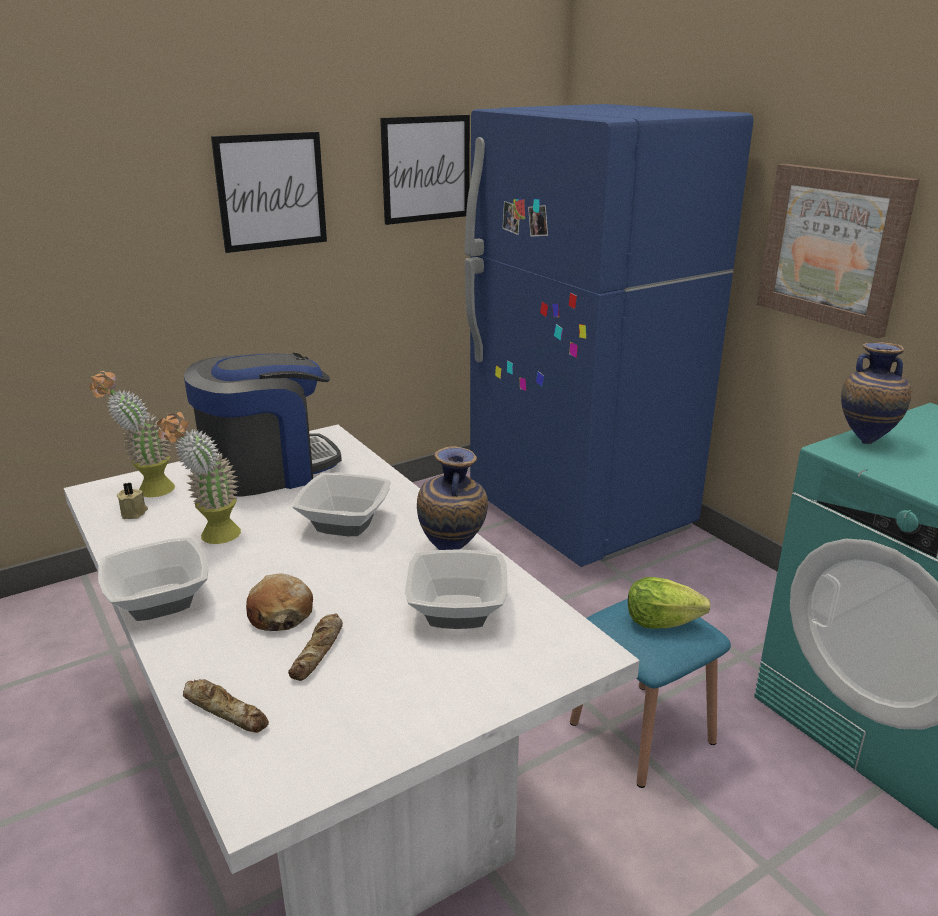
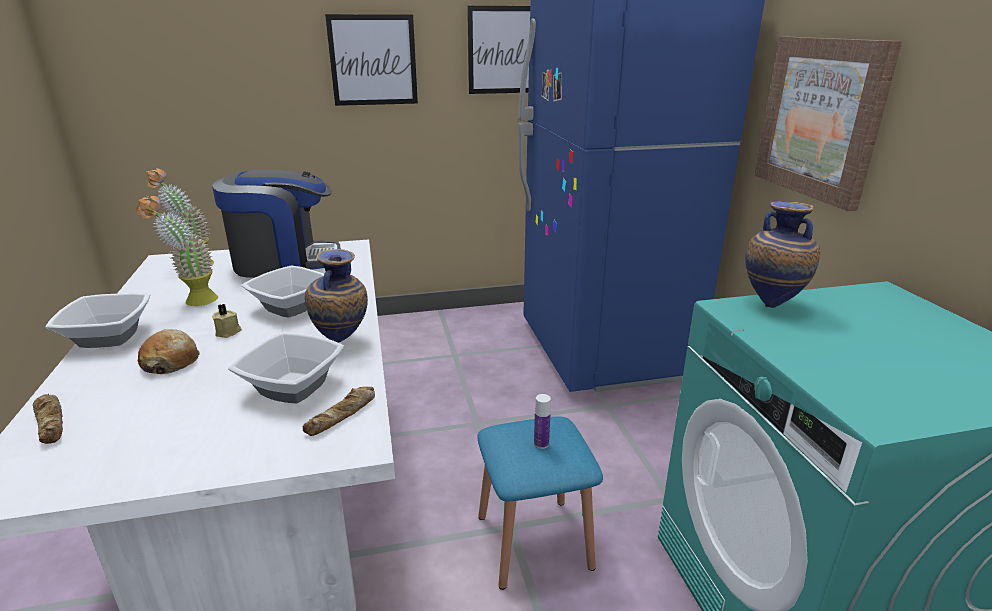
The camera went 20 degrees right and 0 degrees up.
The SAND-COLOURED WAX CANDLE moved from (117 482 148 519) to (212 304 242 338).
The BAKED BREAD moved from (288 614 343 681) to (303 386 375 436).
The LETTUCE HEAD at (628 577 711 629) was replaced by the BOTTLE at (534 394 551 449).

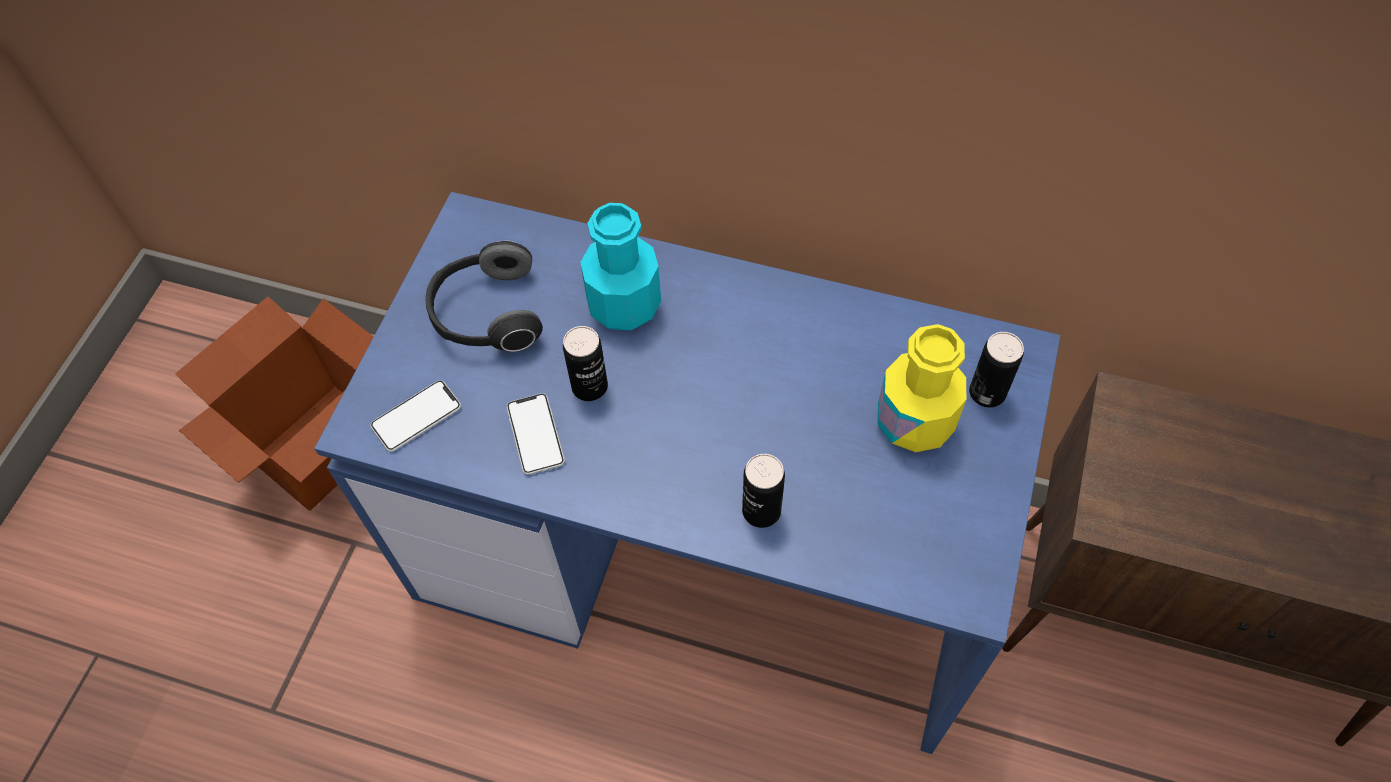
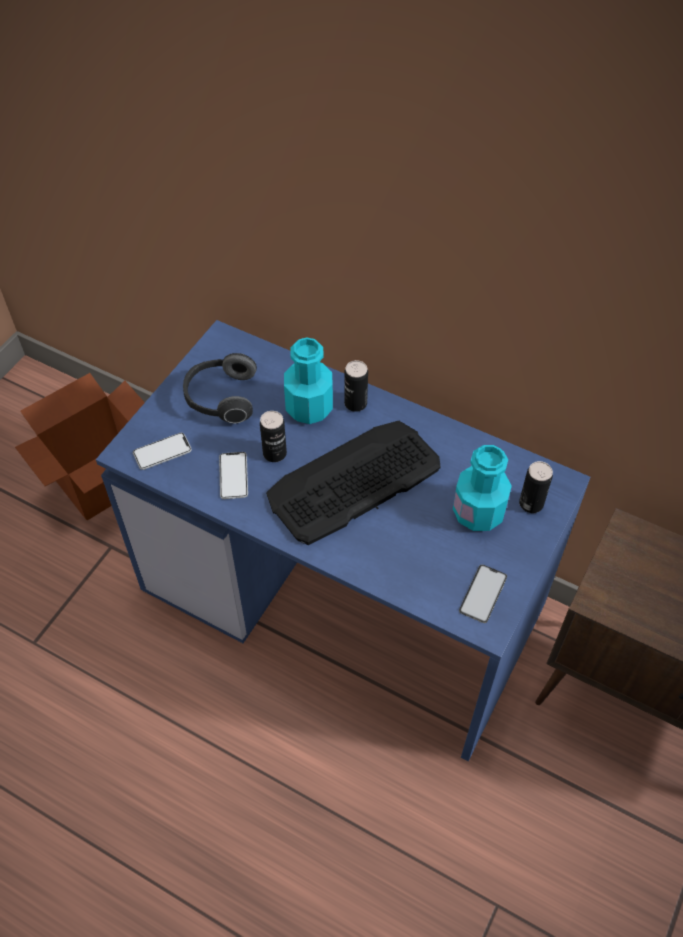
The camera went 10 degrees right and 5 degrees down.
The PC KEYBOARD at (266 421 441 545) appeared.
The TELEPHONE at (459 565 507 623) appeared.
The SEALED CAN moved from (742 454 785 528) to (344 360 368 412).
The YELLOW BOTTLE at (877 324 966 452) became the BLUE-GREEN BOTTLE at (453 445 512 531).

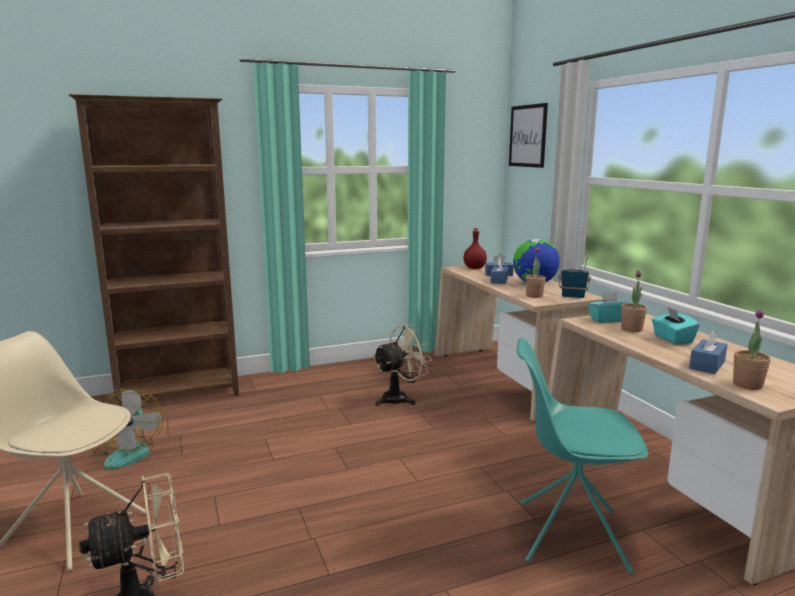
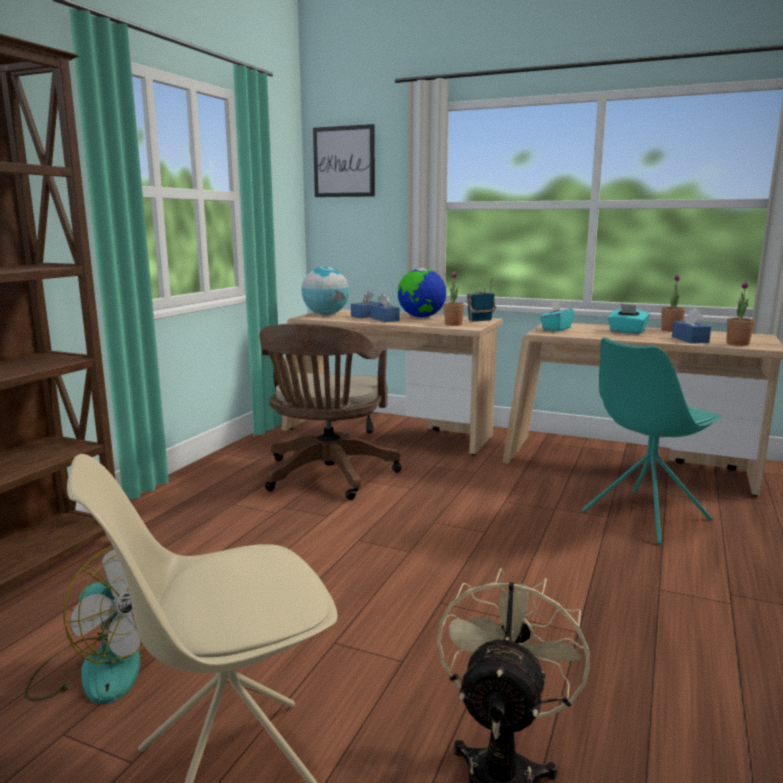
The camera went 45 degrees left and 0 degrees up.
The HOUSEPLANT moved from (621 270 647 332) to (661 275 685 332).
The SAND-COLOURED ELECTRIC FAN at (373 324 432 406) was replaced by the BROWN DESK CHAIR at (259 323 402 500).
The REDDISH BOTTLE at (463 228 487 269) was replaced by the DESK GLOBE at (302 267 349 315).

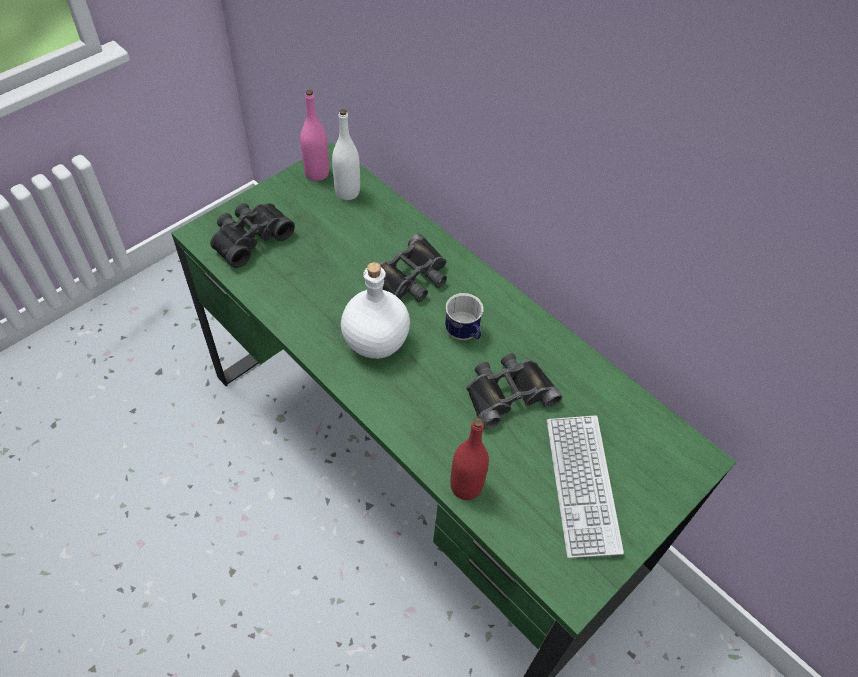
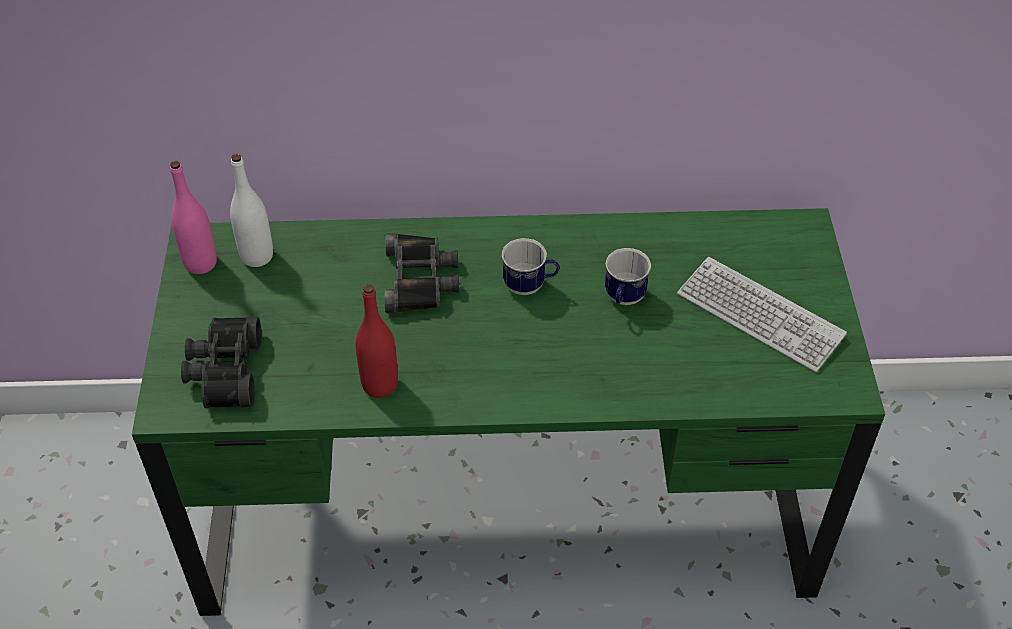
The camera went 45 degrees left and 5 degrees down.
The WHITISH BOTTLE at (341 262 410 359) disappeared.
The REDDISH BOTTLE moved from (450 418 489 500) to (356 284 398 398).
The BLACK-COLOURED FIELD GLASSES at (466 353 562 429) was replaced by the MUG at (605 248 651 305).

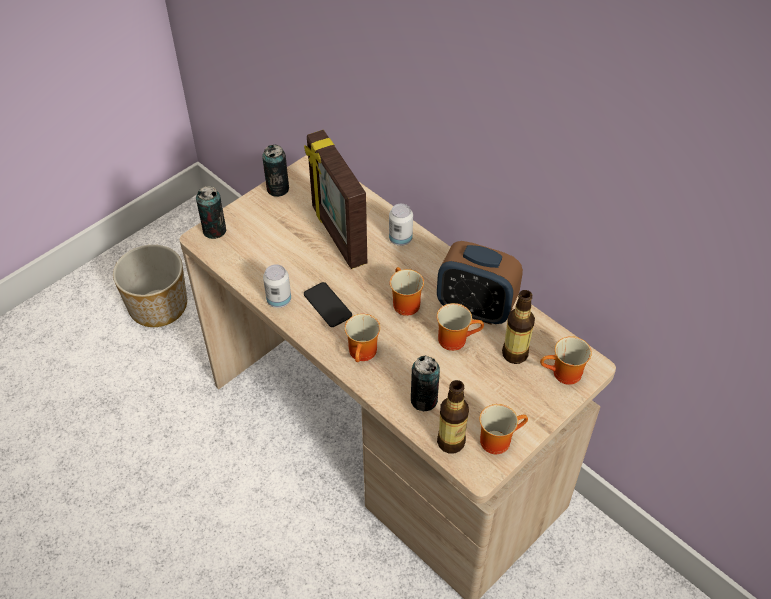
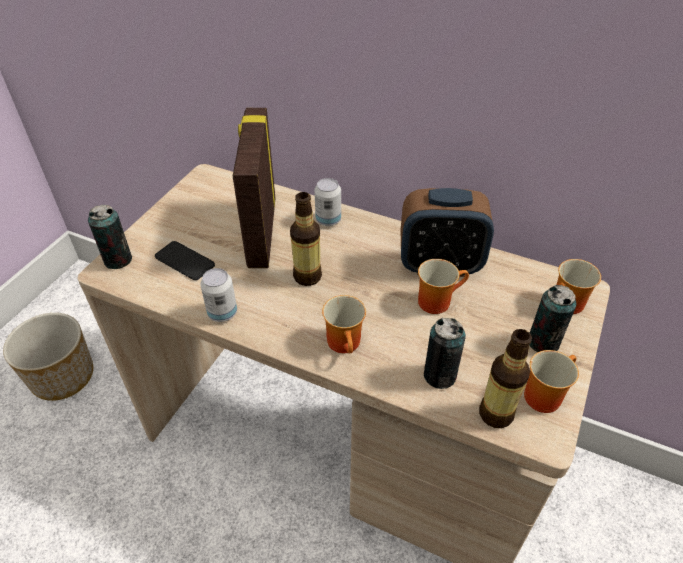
The camera went 20 degrees left and 5 degrees down.
The MUG at (390 267 424 316) disappeared.
The SEALED CAN moved from (262 145 289 197) to (529 285 577 352).
The TELEPHONE moved from (304 282 352 327) to (155 241 215 280).
The BOTTLE moved from (502 290 535 364) to (290 192 322 286).
The PICTURE FRAME at (304 130 367 269) turned 45 degrees clockwise.

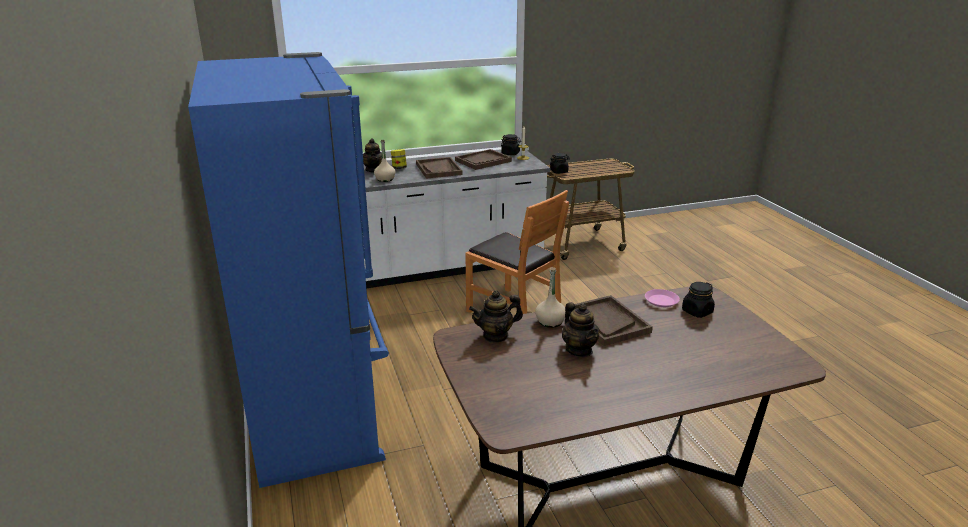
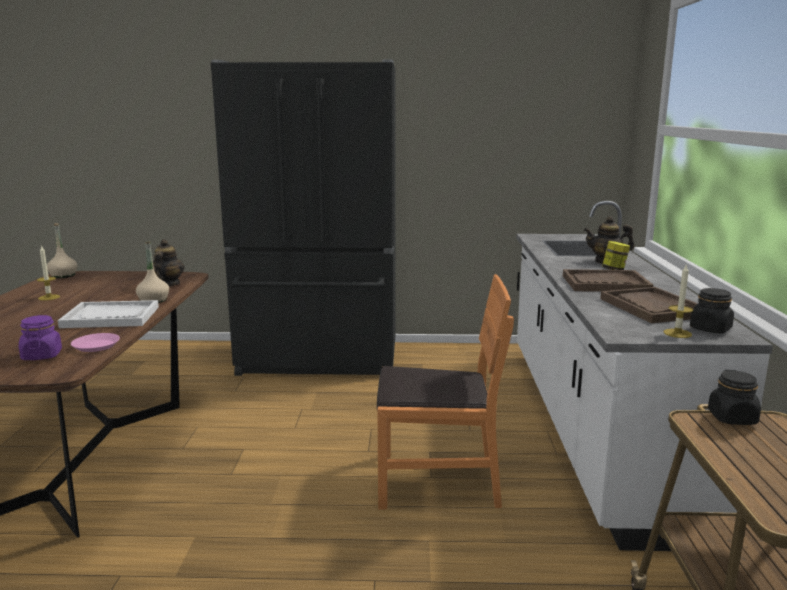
The camera went 110 degrees right and 10 degrees down.
The POT FOR TEA at (562 302 599 357) disappeared.
The WAX CANDLE at (37 245 60 301) appeared.
The SAND-COLOURED BOTTLE moved from (374 140 396 182) to (47 223 78 278).
The BLUE-COLOURED FRIDGE at (188 52 389 488) became the BLACK-COLOURED FRIDGE at (211 59 396 376).
The BROWN TRAY at (574 295 653 346) became the WHITISH TRAY at (58 300 159 328).
The BLACK-COLOURED PRESERVE JAR at (682 282 715 318) became the PURPLE PRESERVE JAR at (19 315 62 360).
The ORANGEY CHAIR at (465 190 569 314) turned 150 degrees counterclockwise.

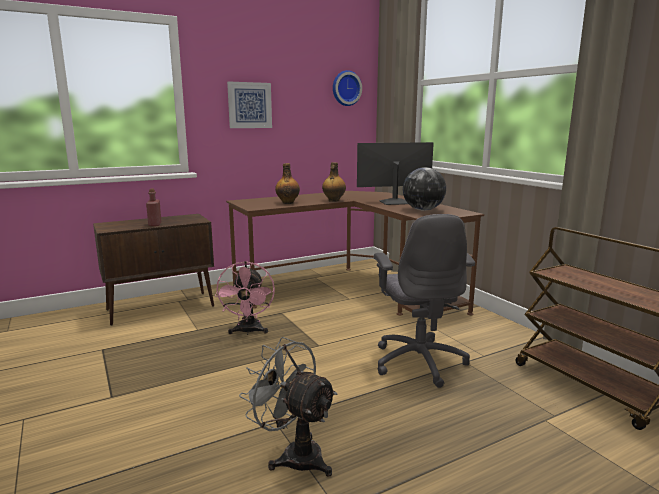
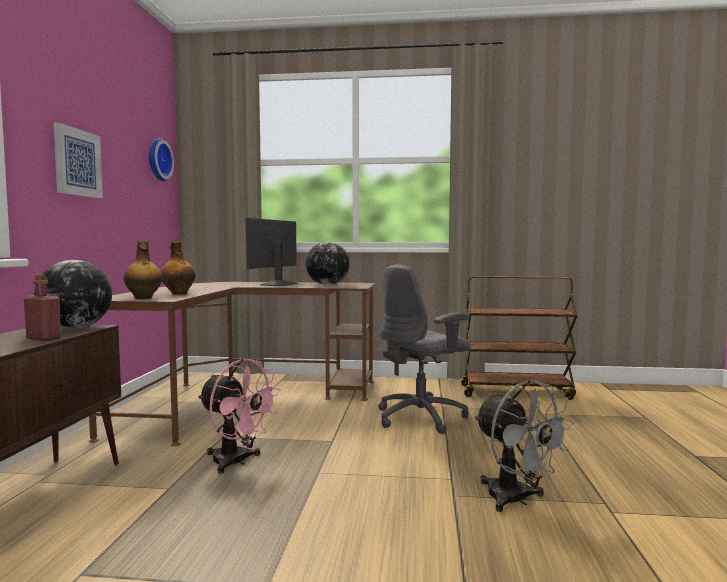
The camera went 55 degrees left and 10 degrees down.
The DESK GLOBE at (34 260 112 328) appeared.
The BOTTLE moved from (322 162 346 202) to (124 241 162 299).
The GREYISH ELECTRIC FAN at (239 337 338 477) turned 105 degrees counterclockwise.
The GREYISH DESK CHAIR at (374 214 475 388) turned 120 degrees clockwise.

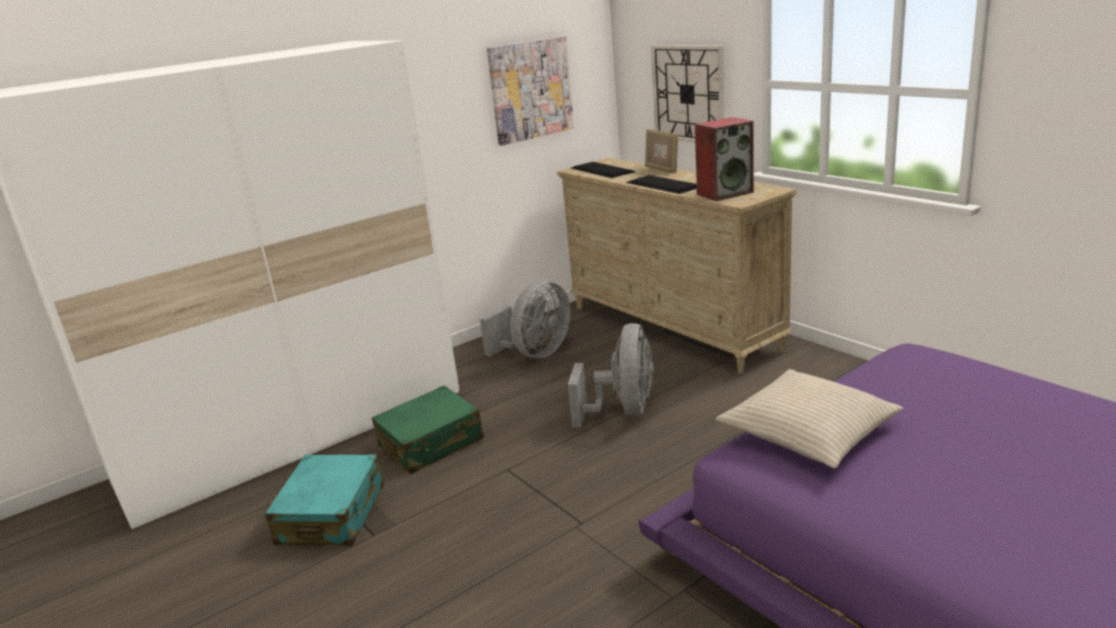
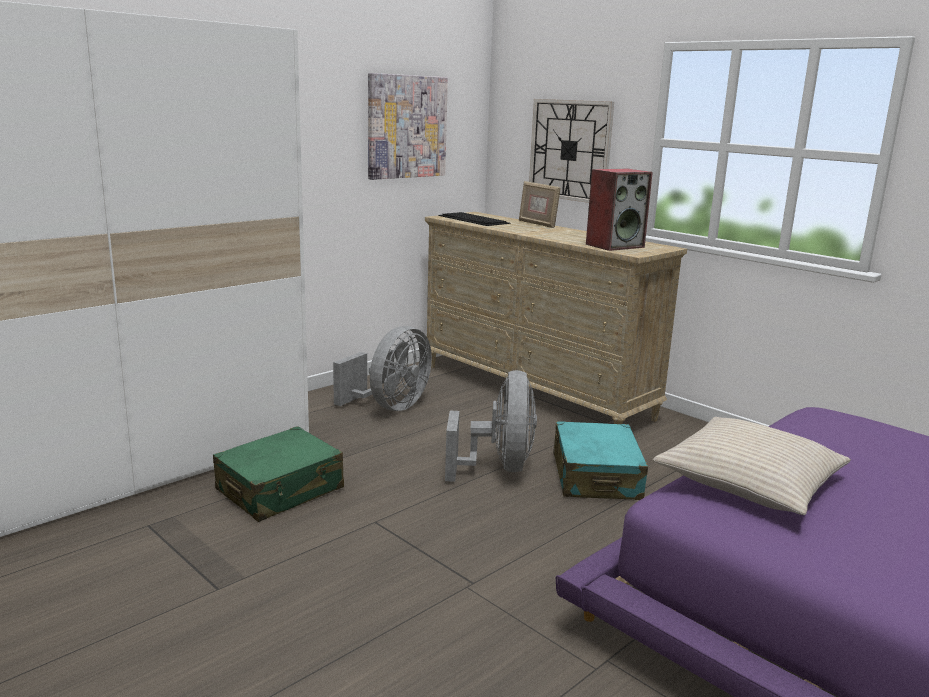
The camera went 10 degrees left and 5 degrees down.
The PC KEYBOARD at (626 175 697 194) disappeared.
The BLUE-GREEN PIECE OF LUGGAGE moved from (265 454 384 546) to (553 421 648 500).

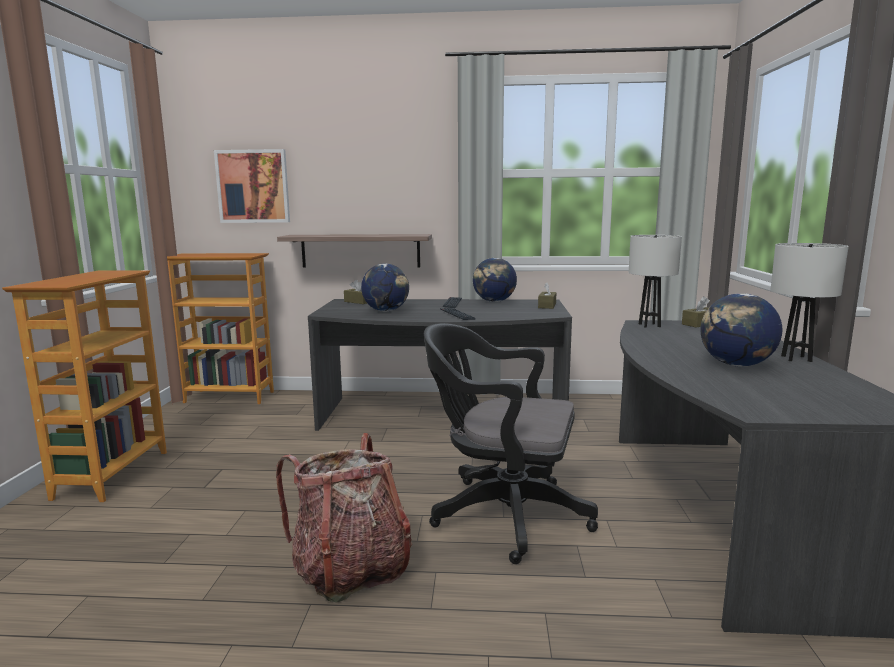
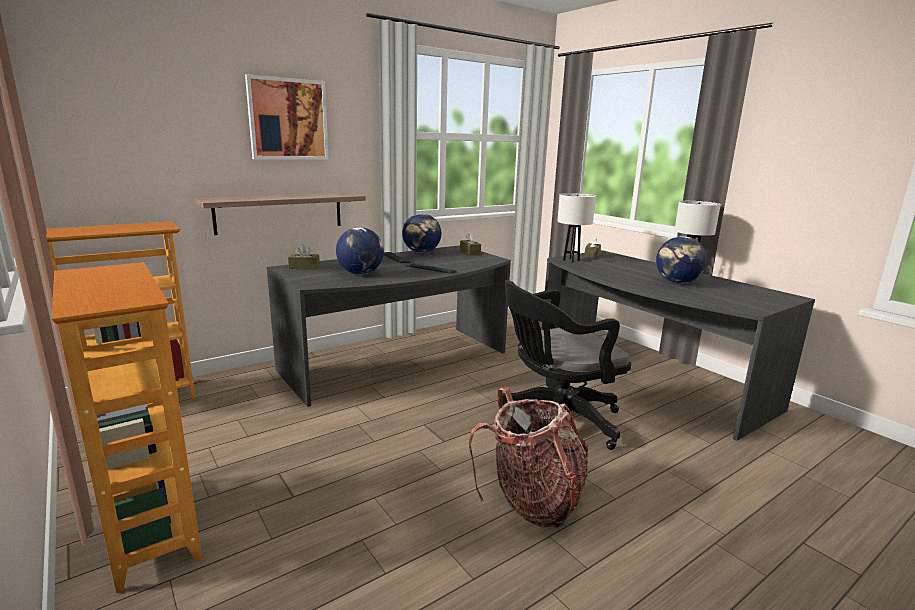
The camera went 40 degrees left and 5 degrees up.
The WALL ART moved from (214 149 290 223) to (245 74 328 159).

